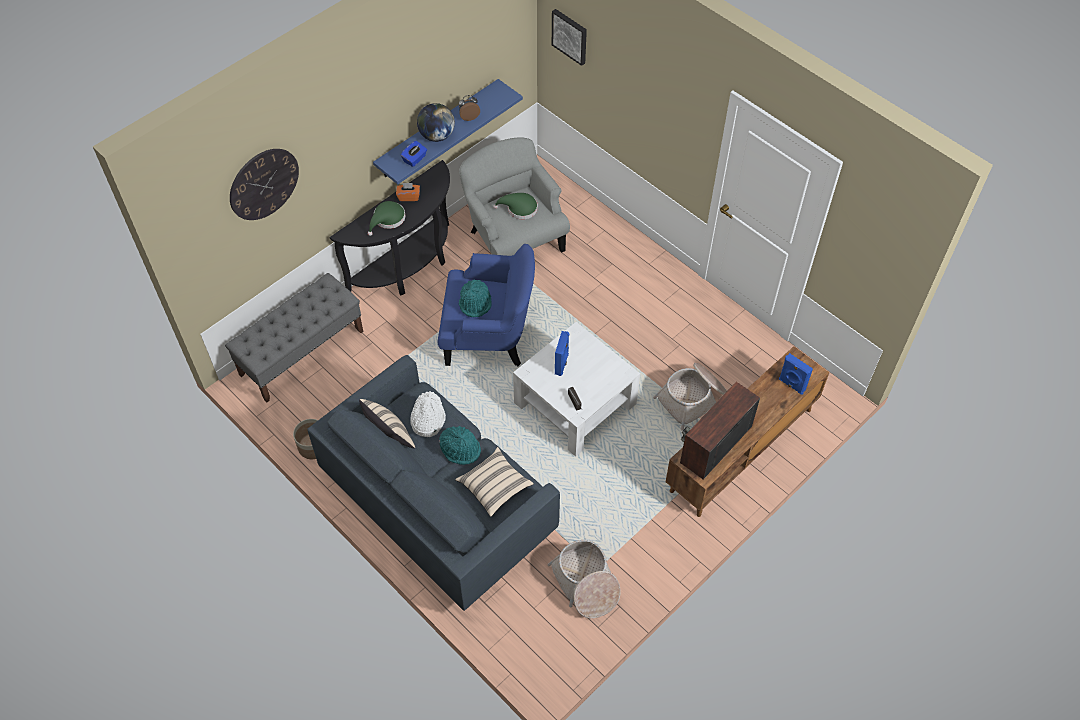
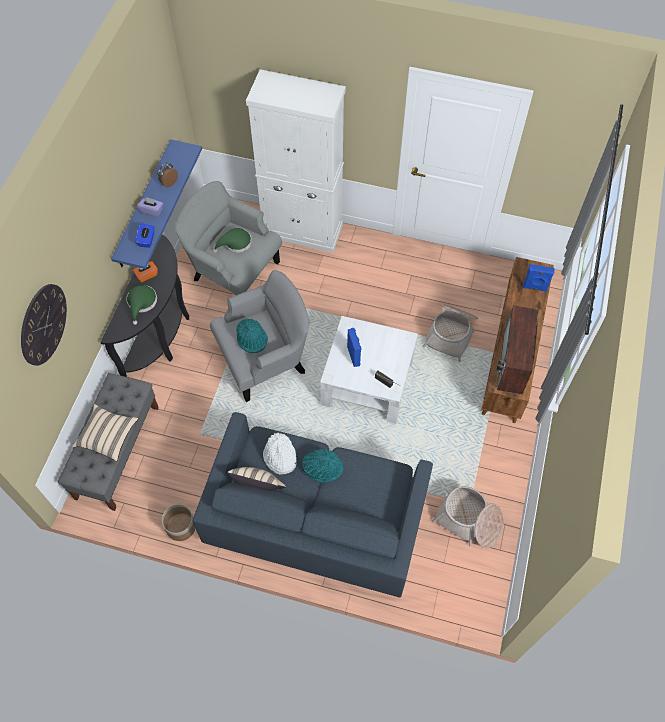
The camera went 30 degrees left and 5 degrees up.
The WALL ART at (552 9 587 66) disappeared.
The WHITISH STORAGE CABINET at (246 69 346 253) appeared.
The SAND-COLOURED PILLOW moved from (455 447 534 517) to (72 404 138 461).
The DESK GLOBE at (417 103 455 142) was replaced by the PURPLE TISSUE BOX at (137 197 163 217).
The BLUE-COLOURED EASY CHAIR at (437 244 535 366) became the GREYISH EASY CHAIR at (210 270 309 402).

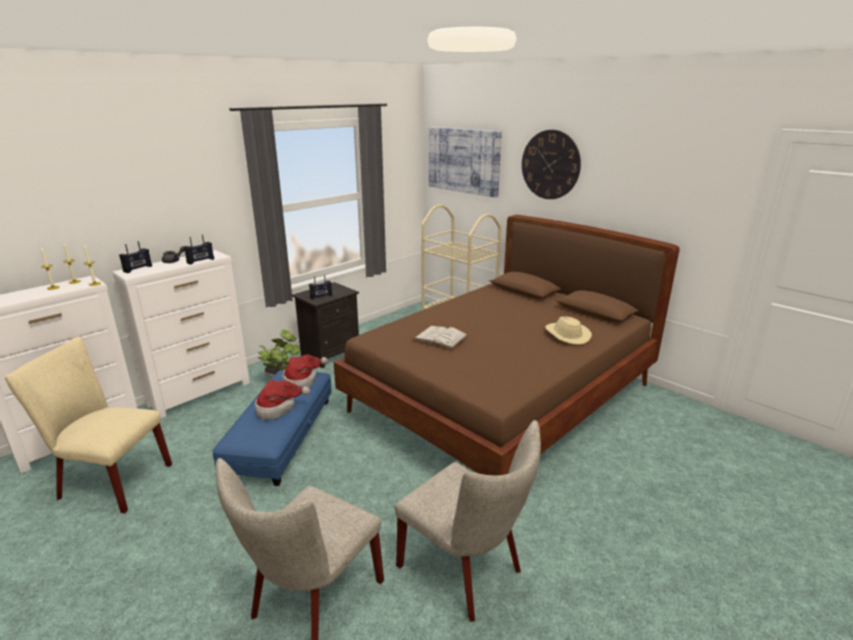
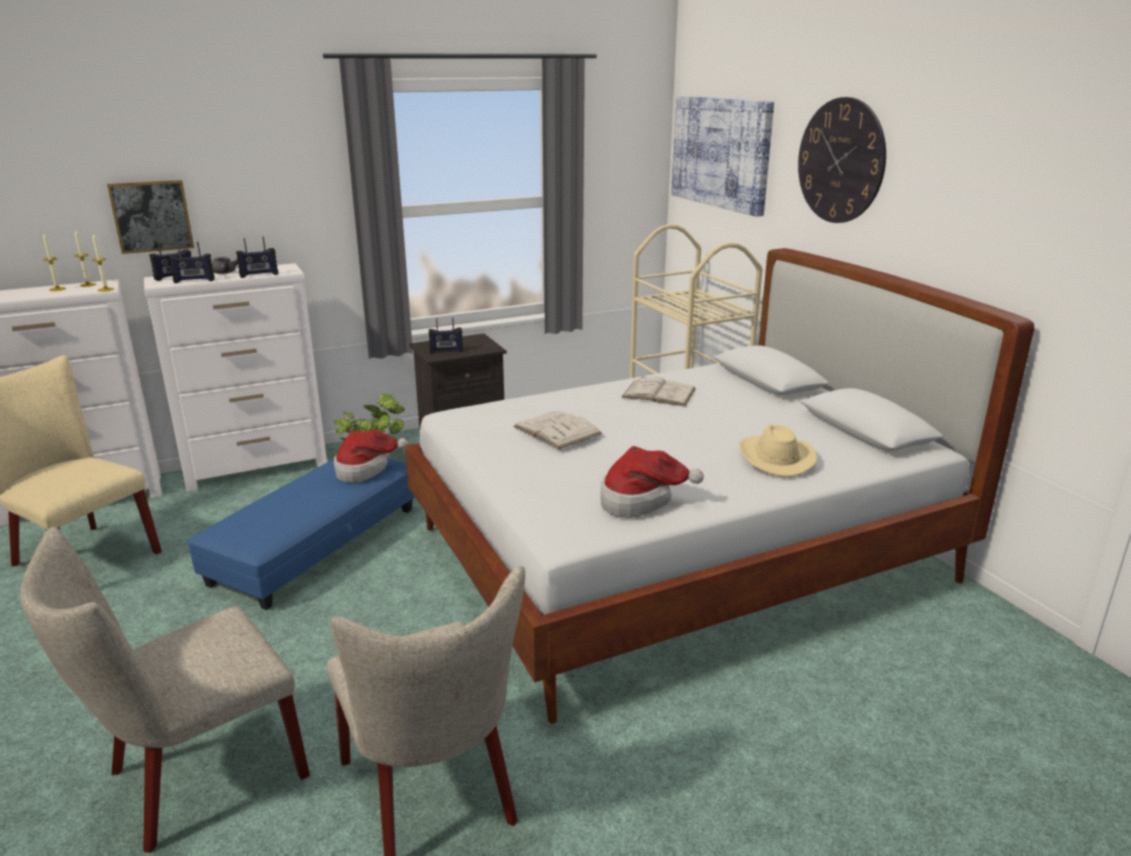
The camera went 20 degrees right and 0 degrees up.
The WALL ART at (107 180 194 254) appeared.
The RADIO at (169 242 215 283) appeared.
The WHITISH BOOK at (621 376 696 406) appeared.
The HAT moved from (255 380 310 420) to (601 446 704 518).
The BROWN BED at (334 215 679 475) became the WHITISH BED at (405 248 1034 724).

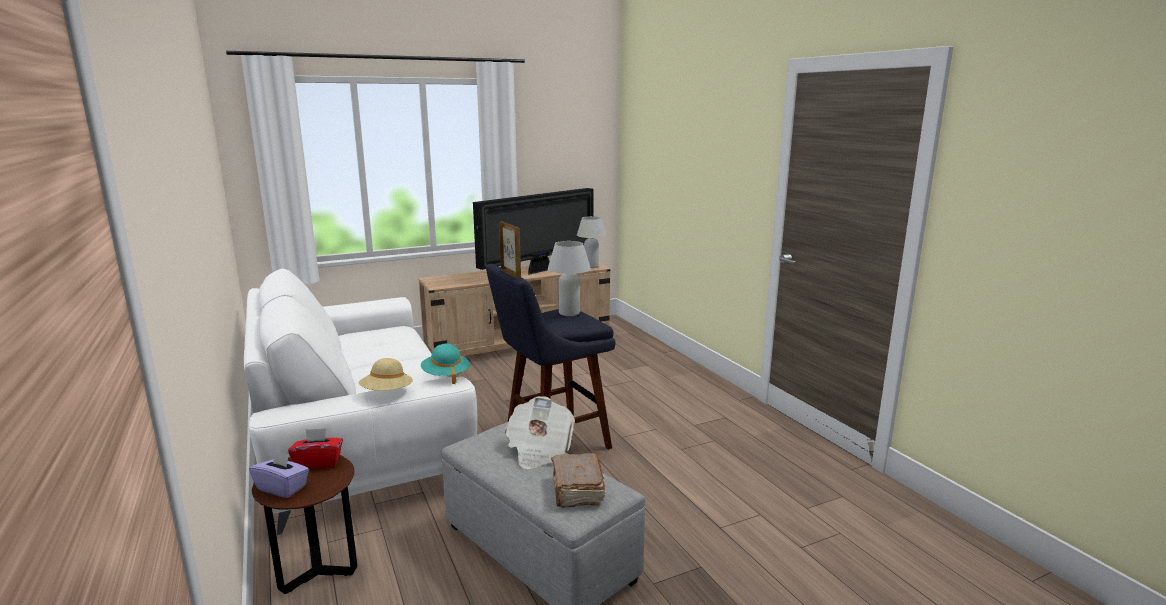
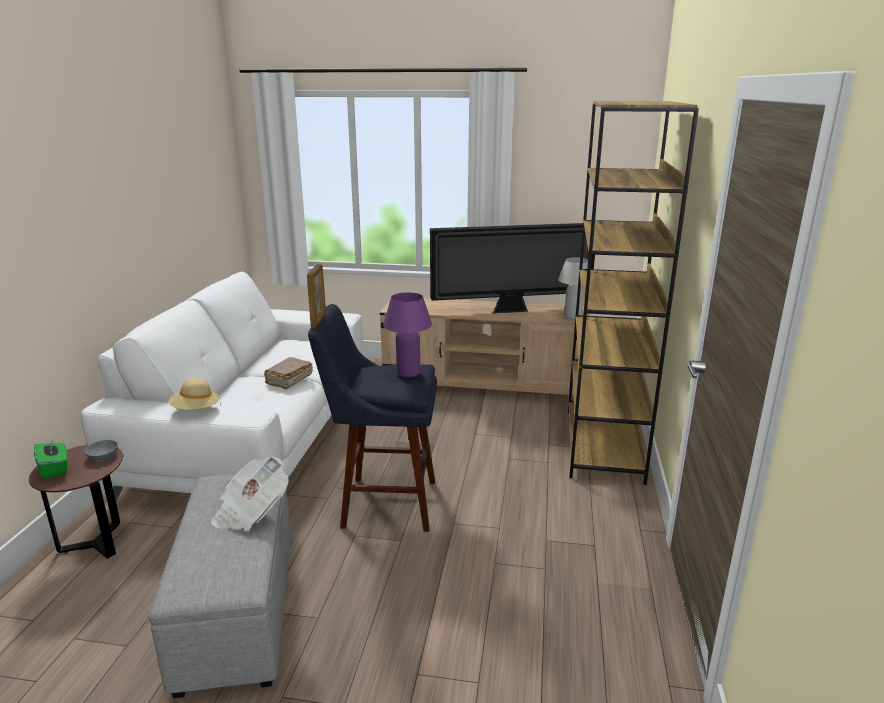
The camera went 35 degrees right and 5 degrees up.
The BLUE-GREEN HAT at (421 344 470 384) disappeared.
The BROWN BOOKCASE at (568 101 699 485) appeared.
The BROWN BOOK moved from (551 453 606 508) to (264 357 313 389).
The REDDISH TISSUE BOX at (288 428 343 469) was replaced by the GREYISH SERVING BOWL at (84 440 118 461).
The PURPLE TISSUE BOX at (249 450 309 498) became the GREENISH TISSUE BOX at (34 437 68 479).
The WHITISH TABLE LAMP at (548 241 591 316) became the PURPLE TABLE LAMP at (383 292 432 377).

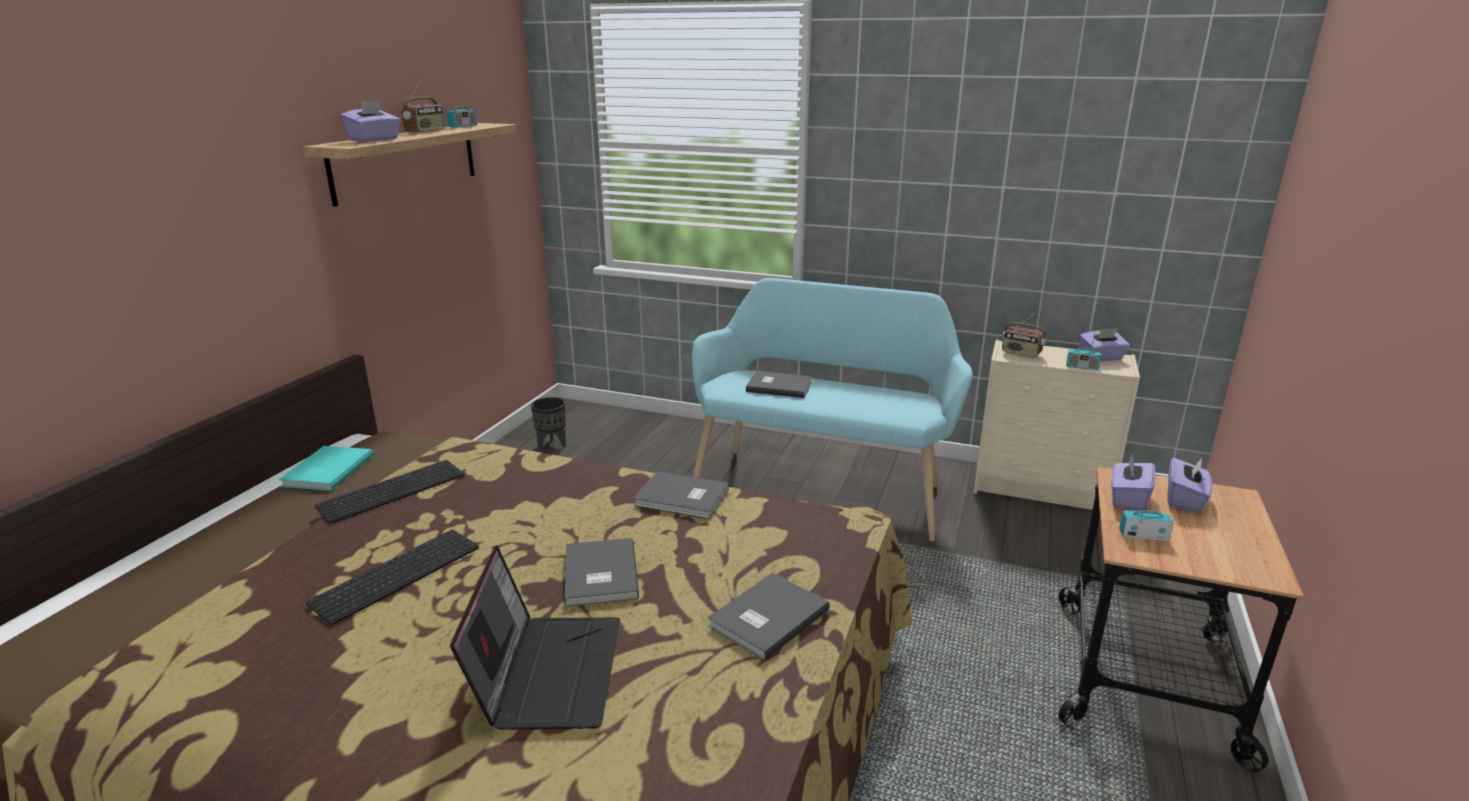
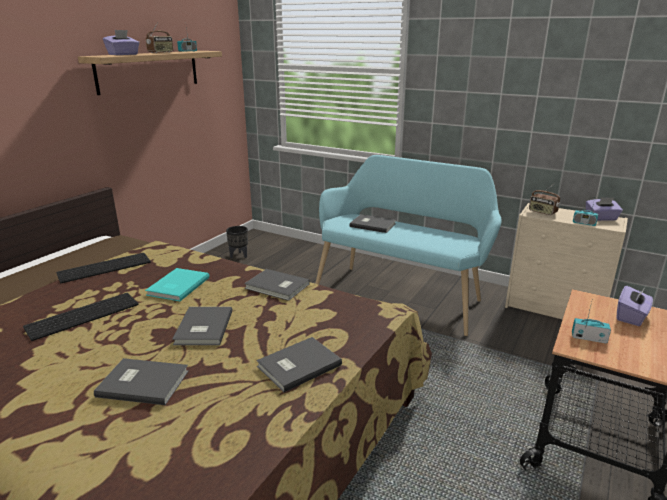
The camera went 10 degrees right and 0 degrees up.
The PURPLE TISSUE BOX at (1111 454 1155 511) disappeared.
The BLUE-GREEN BOOK moved from (278 446 373 491) to (145 268 209 301).
The LAPTOP at (450 545 620 730) was replaced by the GREYISH BOOK at (94 358 189 405).

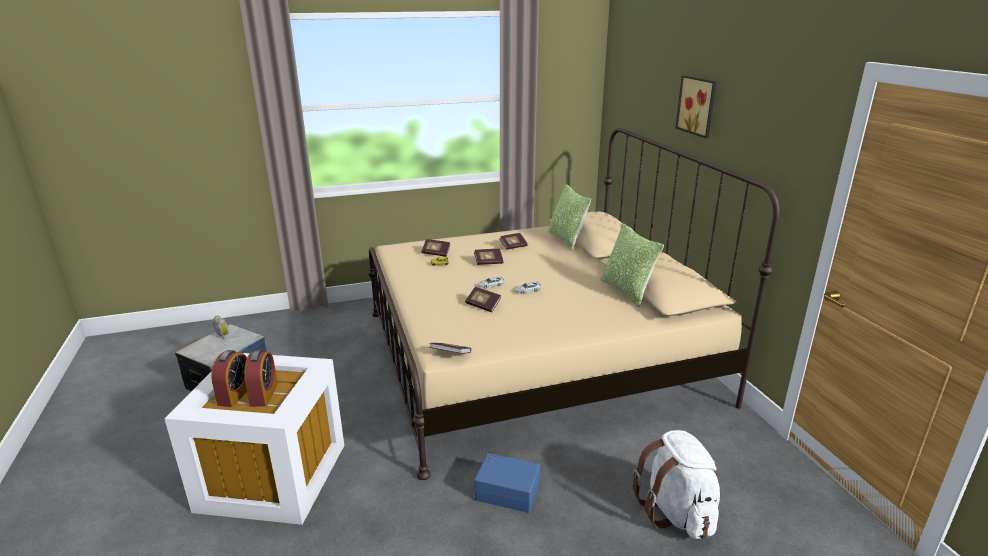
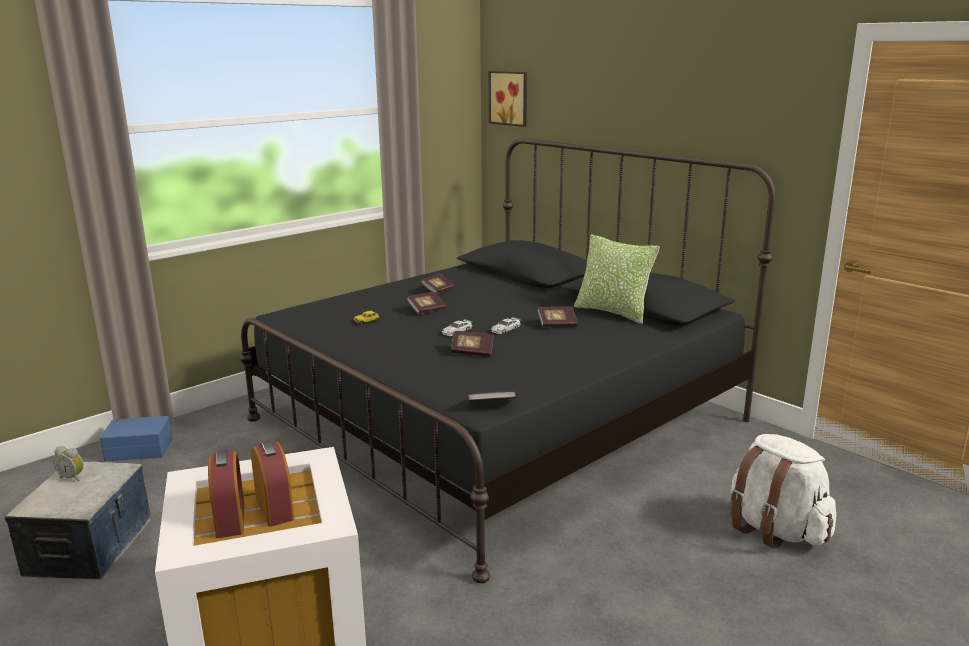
The camera went 25 degrees left and 5 degrees down.
The PILLOW at (548 184 591 251) disappeared.
The BOOK moved from (421 239 450 257) to (537 306 578 327).
The BLUE-COLOURED STORAGE BIN moved from (475 453 540 513) to (100 416 173 461).
The WALL ART moved from (676 76 717 138) to (489 71 527 127).
The SAND-COLOURED BED at (368 128 780 480) became the BLACK-COLOURED BED at (240 138 776 583).

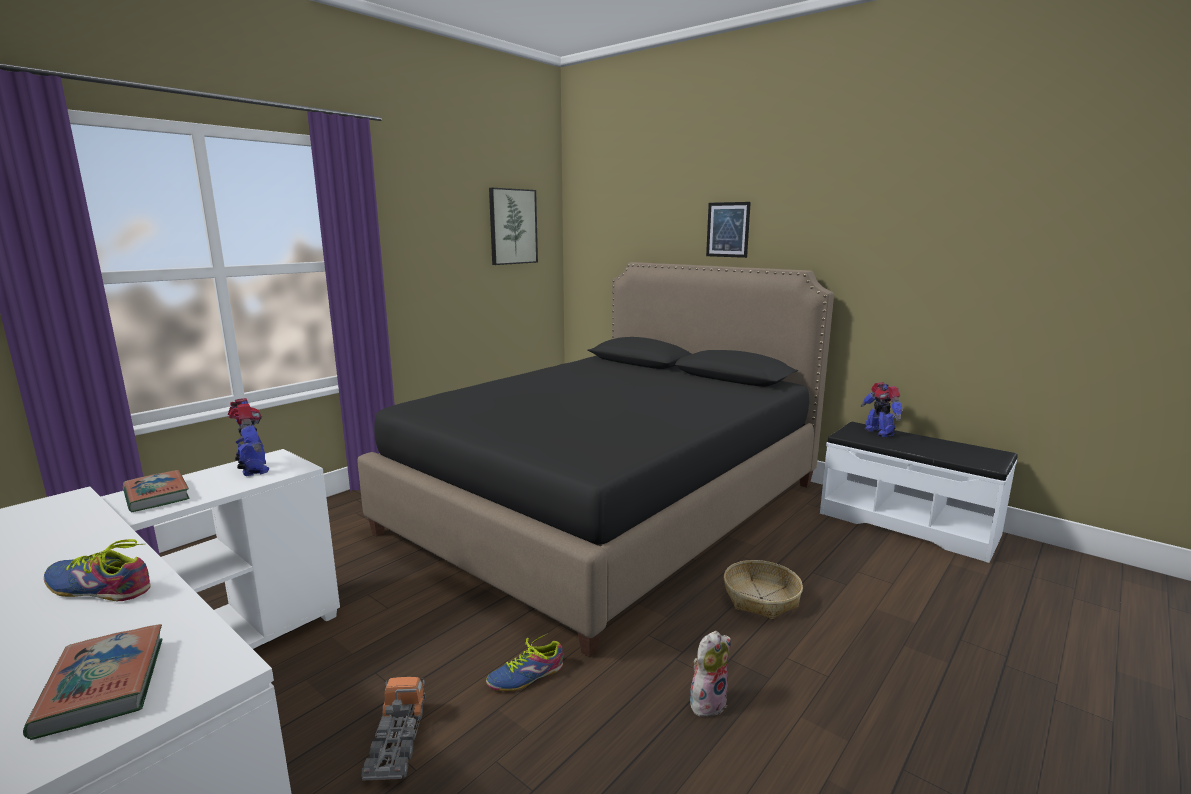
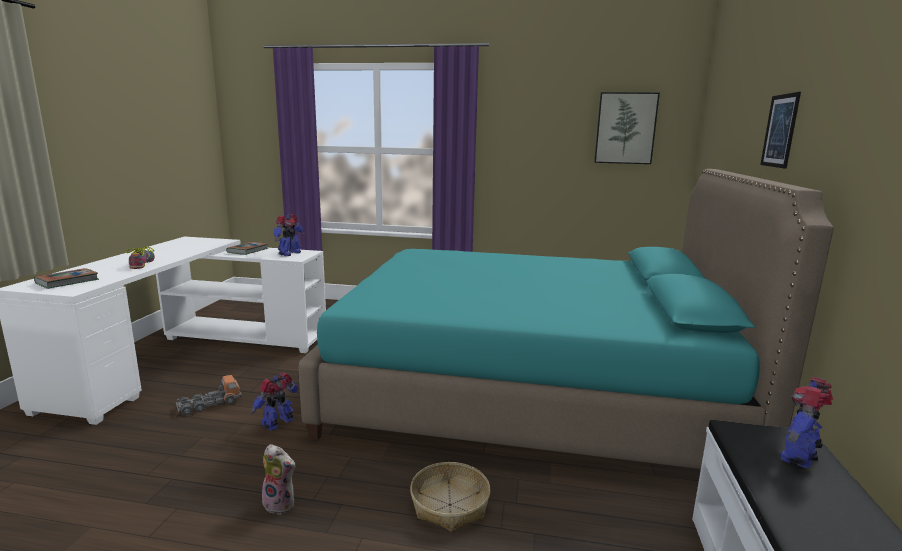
The camera went 60 degrees right and 0 degrees up.
The SHOE at (486 633 563 691) was replaced by the TOY ROBOT at (251 373 299 431).
The BLACK-COLOURED BED at (357 262 834 658) became the BLUE-GREEN BED at (298 169 834 469).

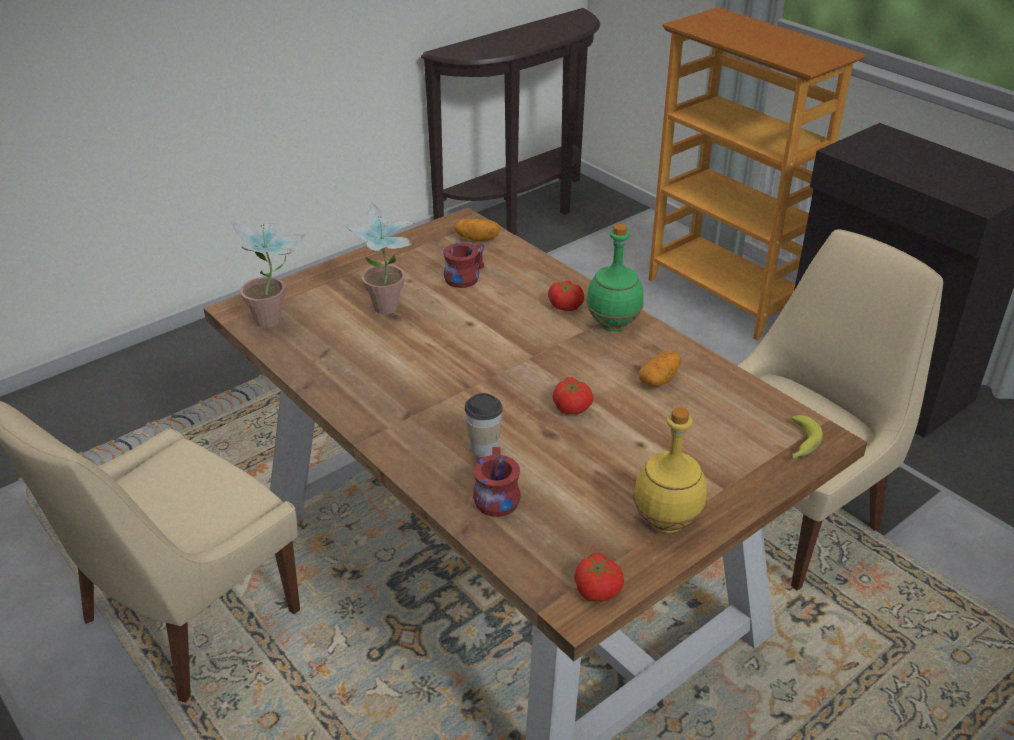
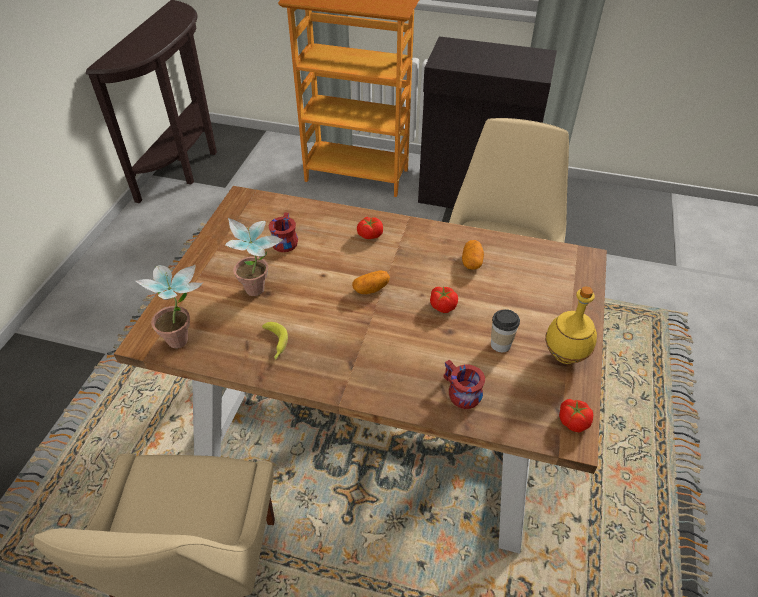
The camera went 35 degrees left and 10 degrees up.
The GREENISH BOTTLE at (586 224 643 331) disappeared.
The WHOLE POTATO moved from (455 219 500 241) to (352 270 390 294).
The CUP moved from (465 393 503 457) to (491 309 520 352).
The BANANA moved from (792 415 823 458) to (262 322 288 359).

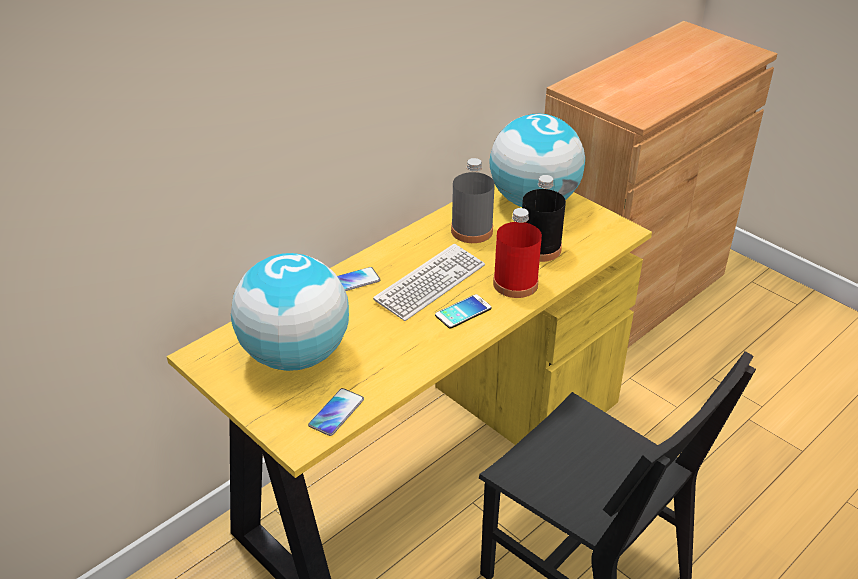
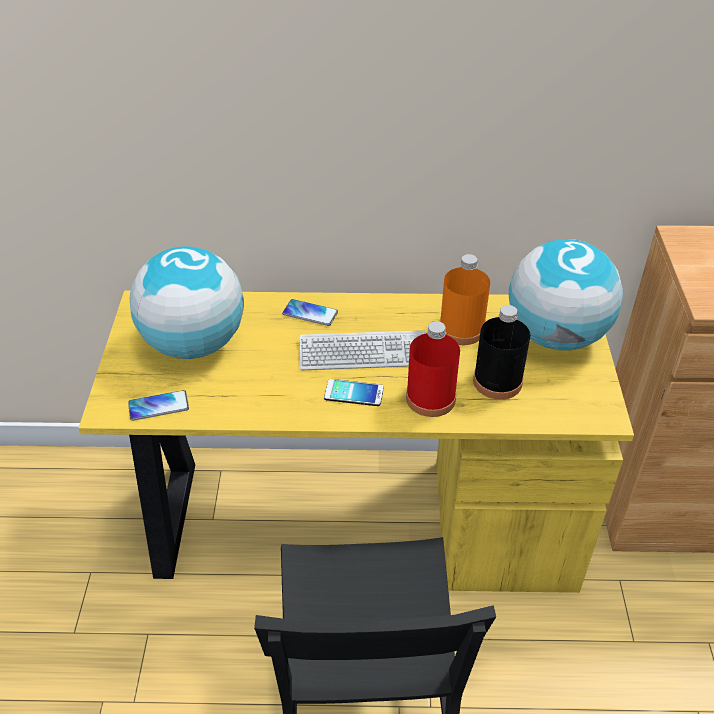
The camera went 45 degrees right and 5 degrees up.
The GREYISH BOTTLE at (451 158 495 243) became the ORANGEY BOTTLE at (440 254 490 345).

